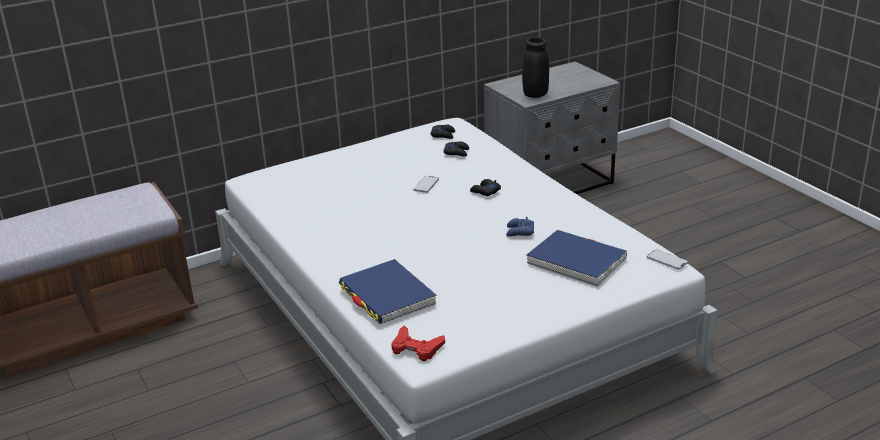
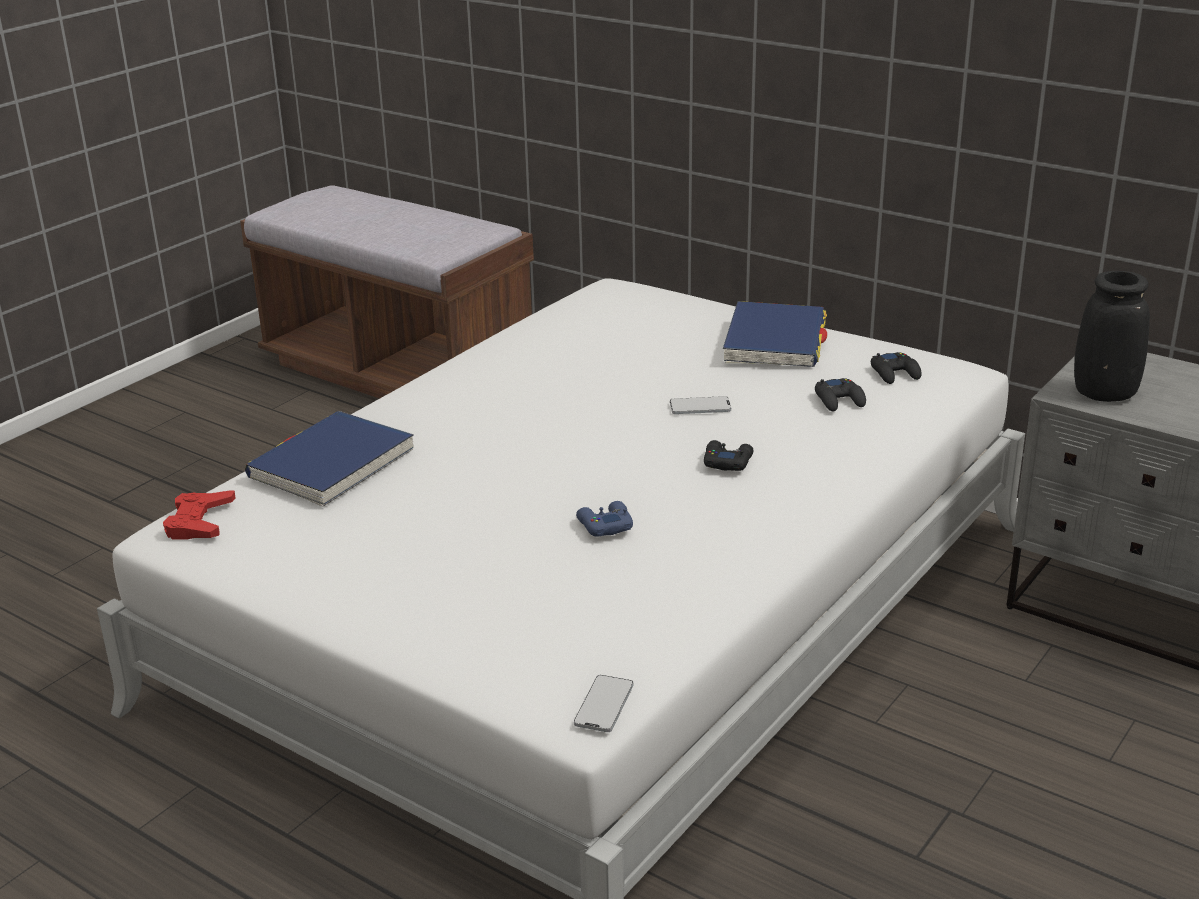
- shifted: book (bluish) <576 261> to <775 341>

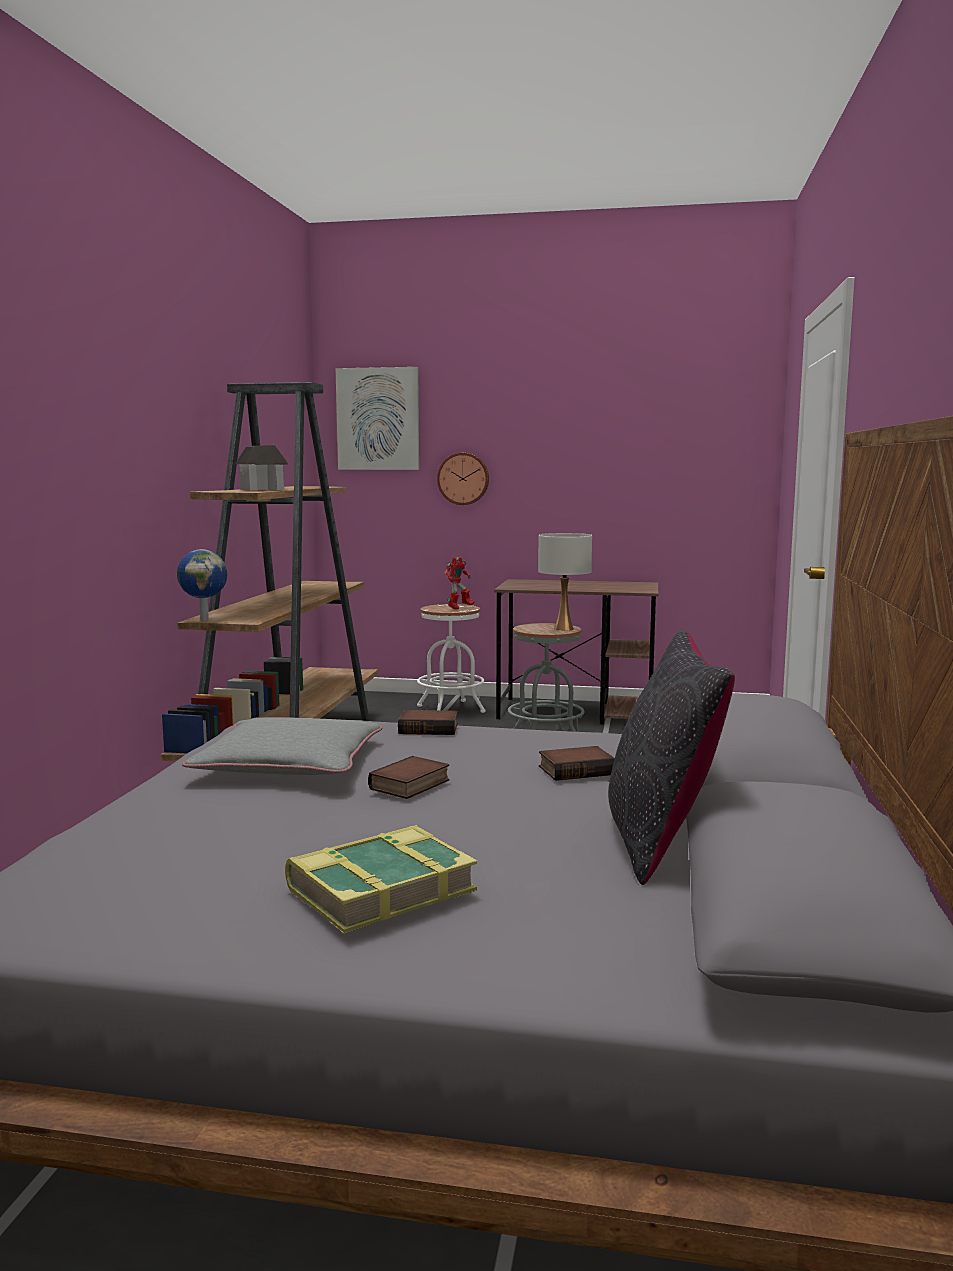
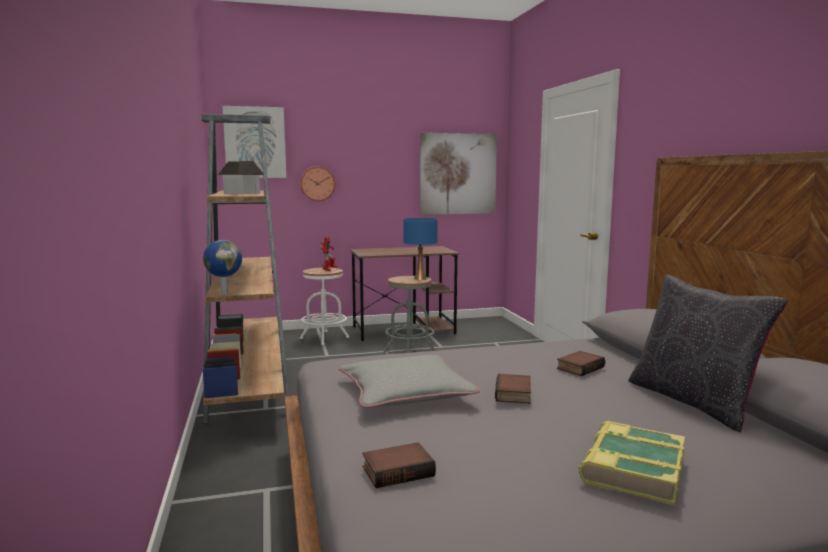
- shifted: book <429 728> to <398 470>
- repainted: tabletop lamp (whitish) <564 629> to tabletop lamp (bluish) <420 278>
- new: wall art <458 174>

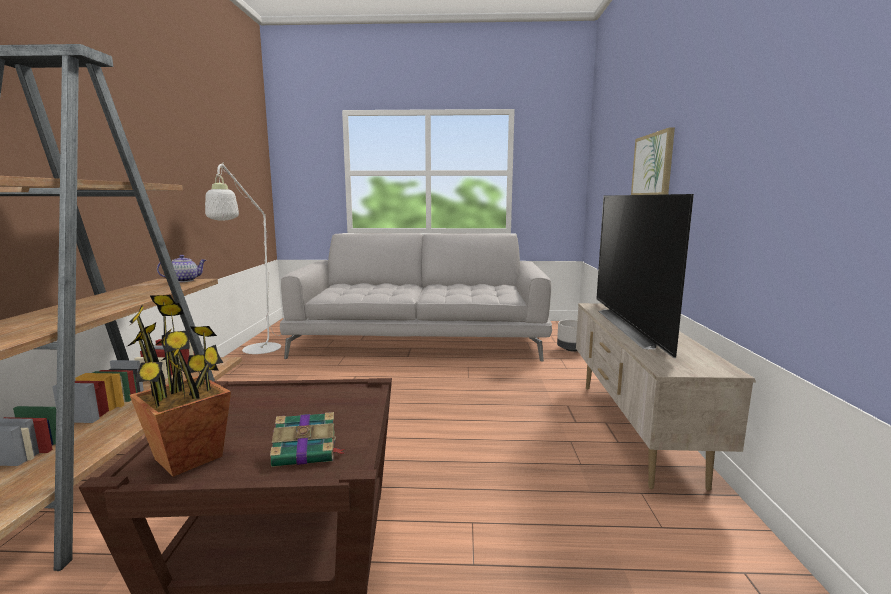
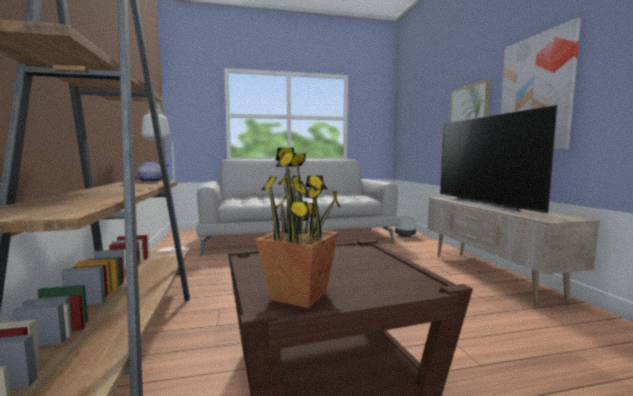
- new: wall art <536 93>
- gone: book <307 452>

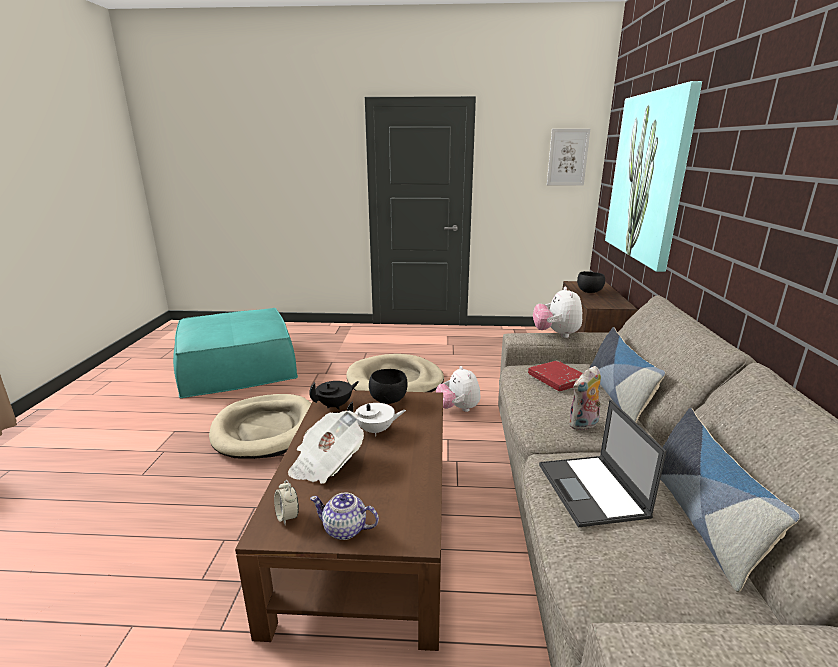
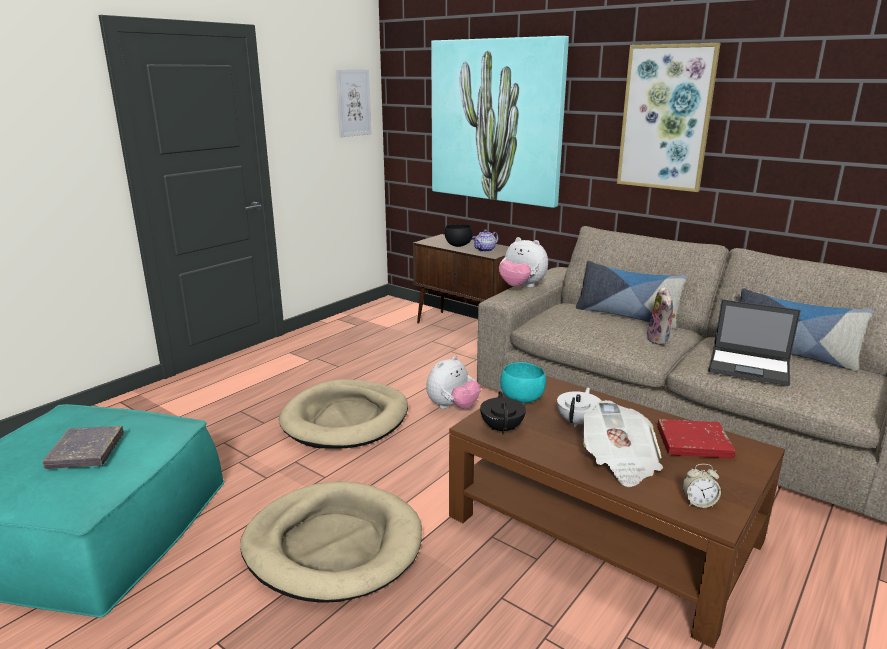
- new: book (gray) <86 451>
- rotated: soft toy <458 409> = <452 407> 60 degrees counterclockwise
- shifted: tea pot <345 529> to <485 250>
- repainted: bowl (blackish) <388 400> to bowl (turquoise) <521 399>
- new: wall art <666 118>
- shifted: book (red-coloured) <557 379> to <693 443>

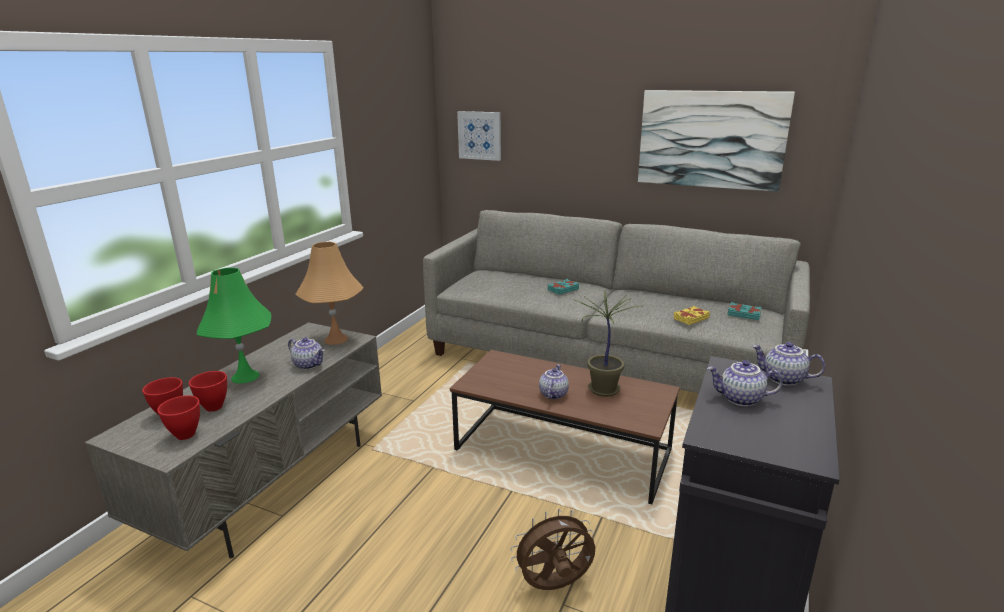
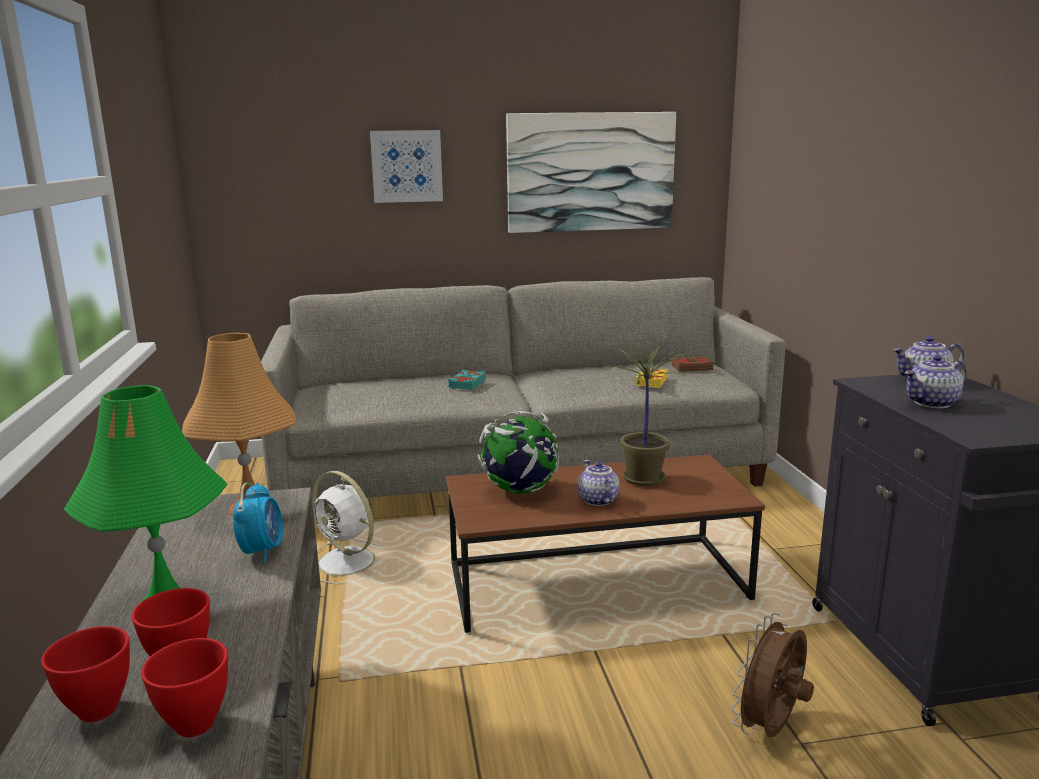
- swapped: tea pot <309 364> to table clock <262 551>
- new: cooling fan (whitish) <348 562>
- shifted: wall art <480 135> to <406 166>
- new: globe <519 490>
- repainted: book (turquoise) <744 314> to book (brown) <691 367>

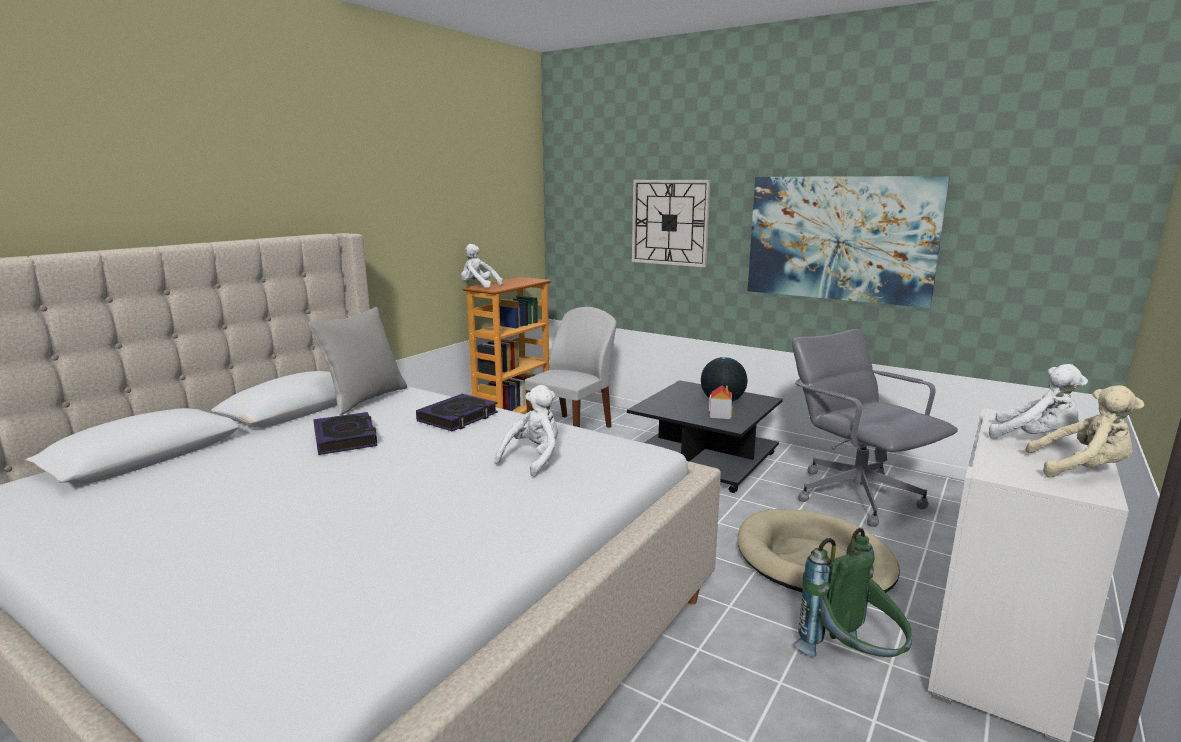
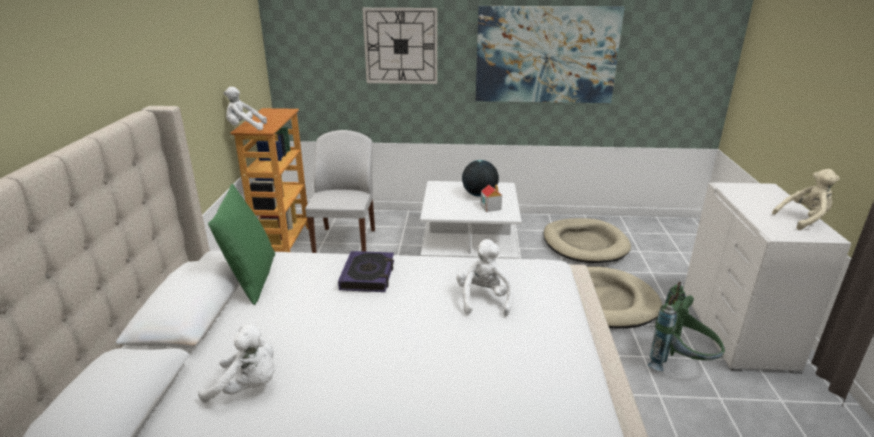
- shifted: soft toy (whitish) <1035 439> to <247 387>
- repainted: pillow (gray) <365 399> to pillow (green) <251 279>
- repainted: coffee table (blackish) <703 459> to coffee table (whitish) <468 241>
- swapped: office chair (gray) <856 495> to dog bed (beige-coloured) <585 244>
- gone: book <345 438>

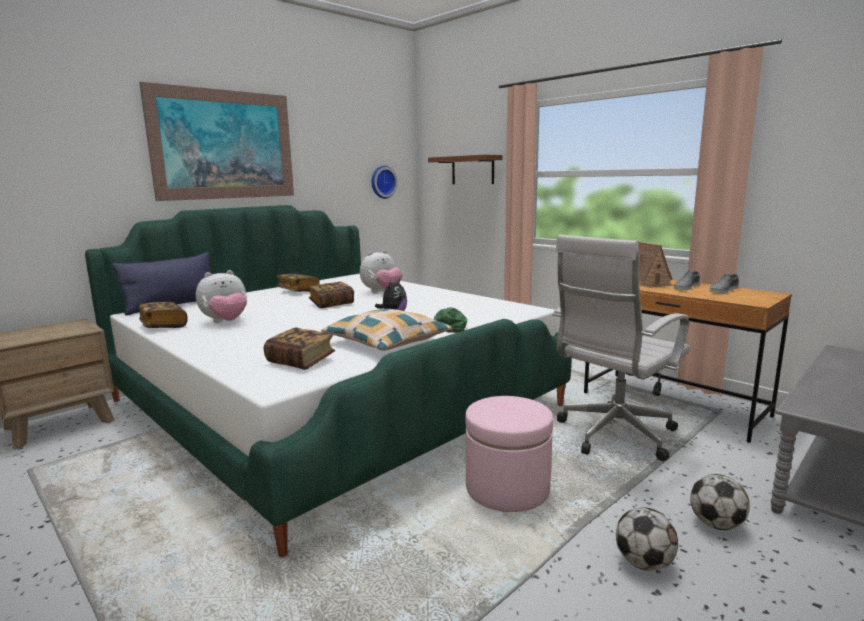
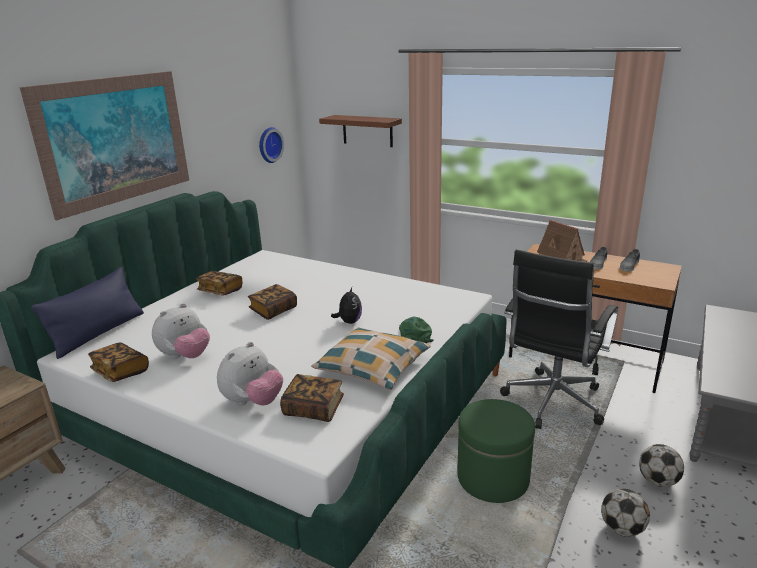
- shifted: soft toy <382 292> to <253 402>
- repainted: pouffe (pinkish) <507 488> to pouffe (green) <493 477>
- repainted: office chair (whitish) <613 436> to office chair (blackish) <552 404>

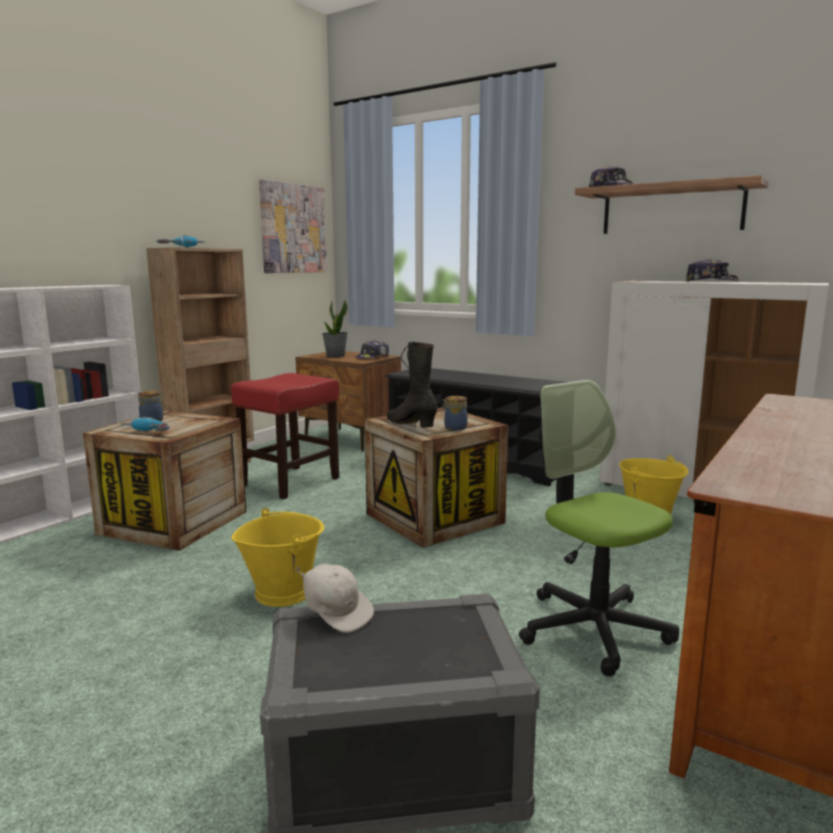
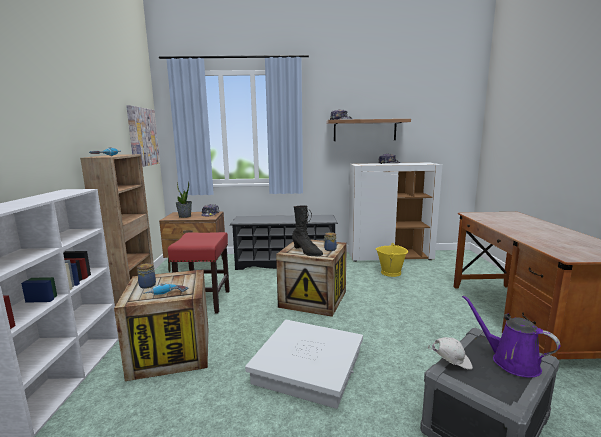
- swapped: pail (yellow-coloured) <283 592> to storage box (whitish) <308 366>
- rotated: boot (blackish) <411 425> = <307 252> 150 degrees counterclockwise
- new: watering can (purple) <510 361>
- gone: office chair <593 628>

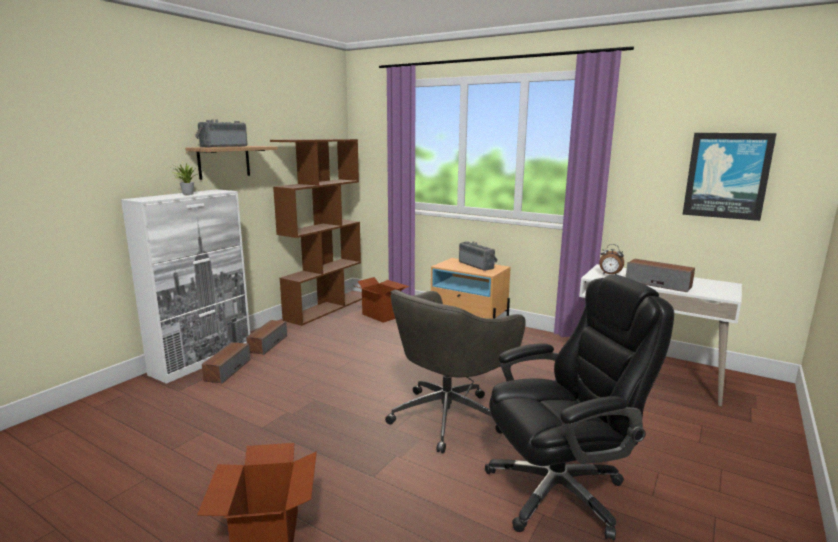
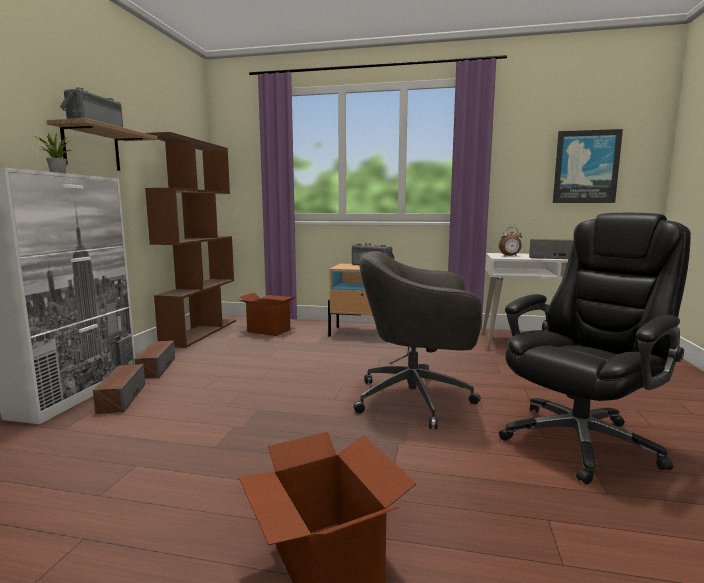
- rotated: office chair (gray) <449 416> = <417 400> 75 degrees clockwise

